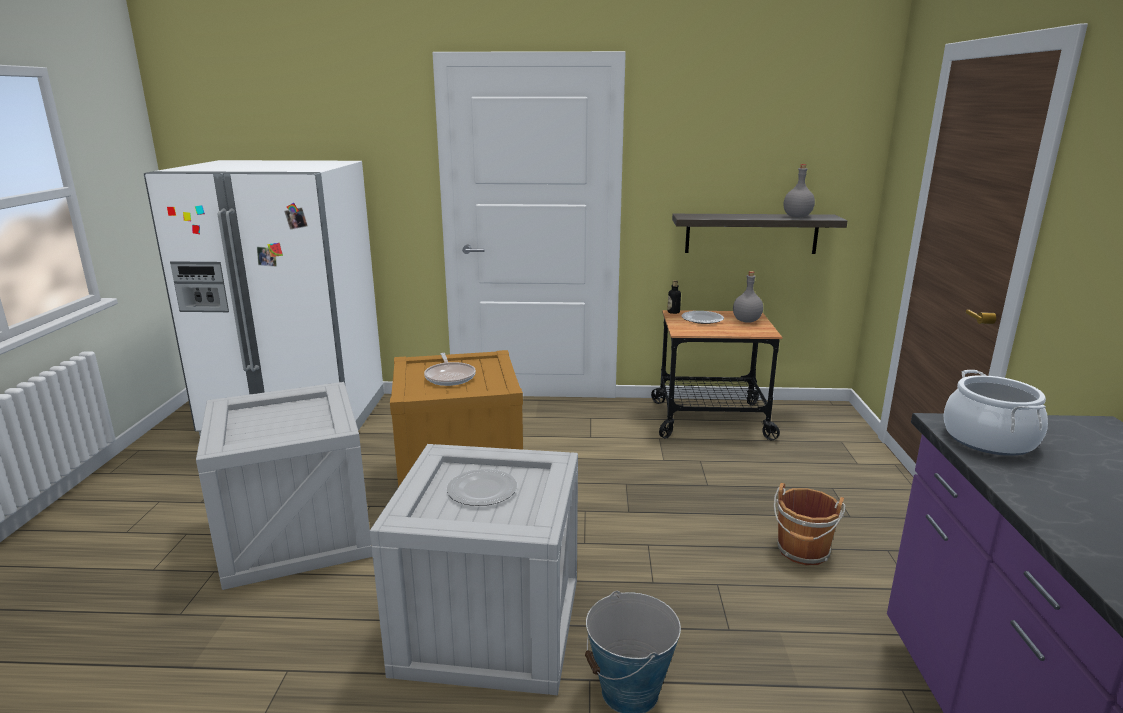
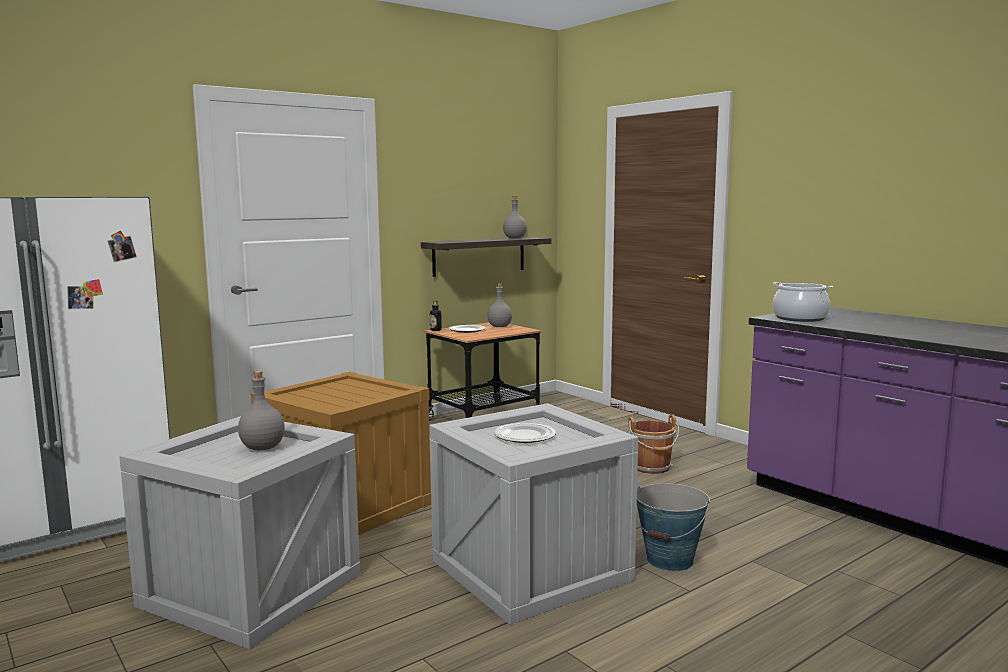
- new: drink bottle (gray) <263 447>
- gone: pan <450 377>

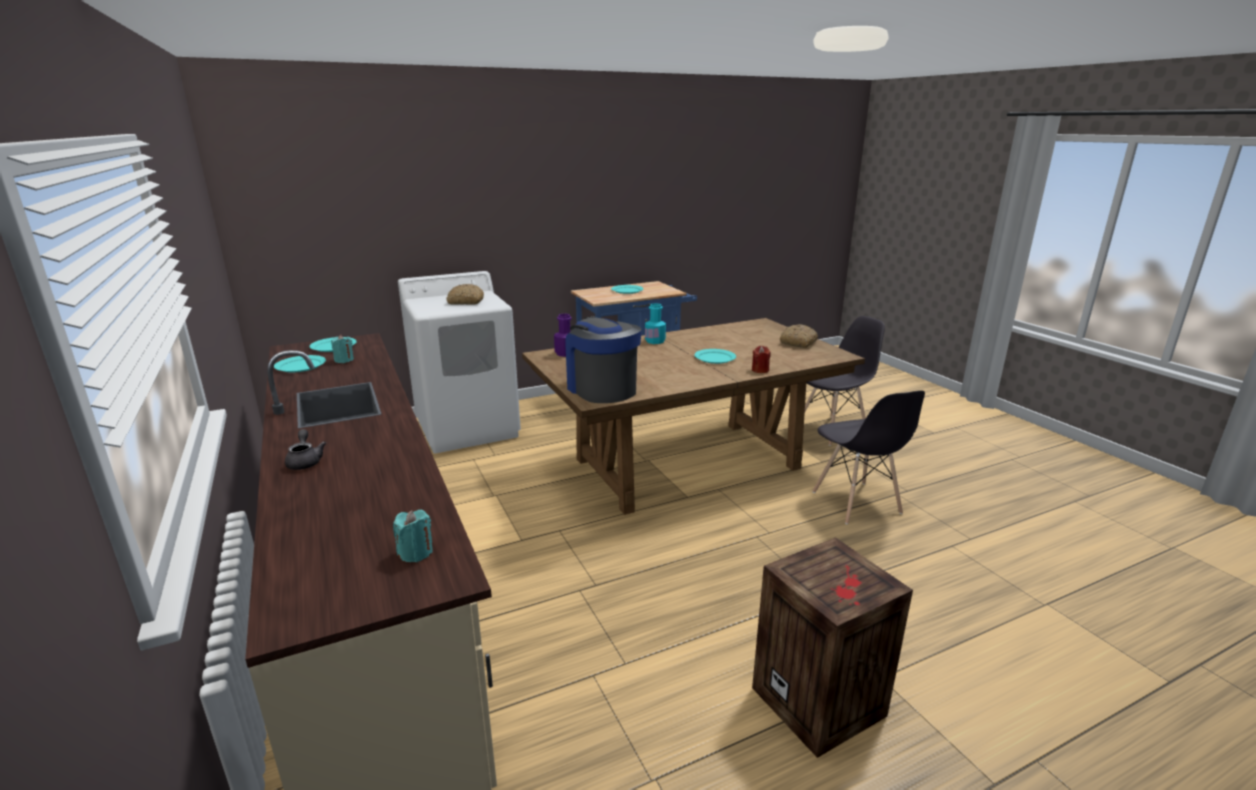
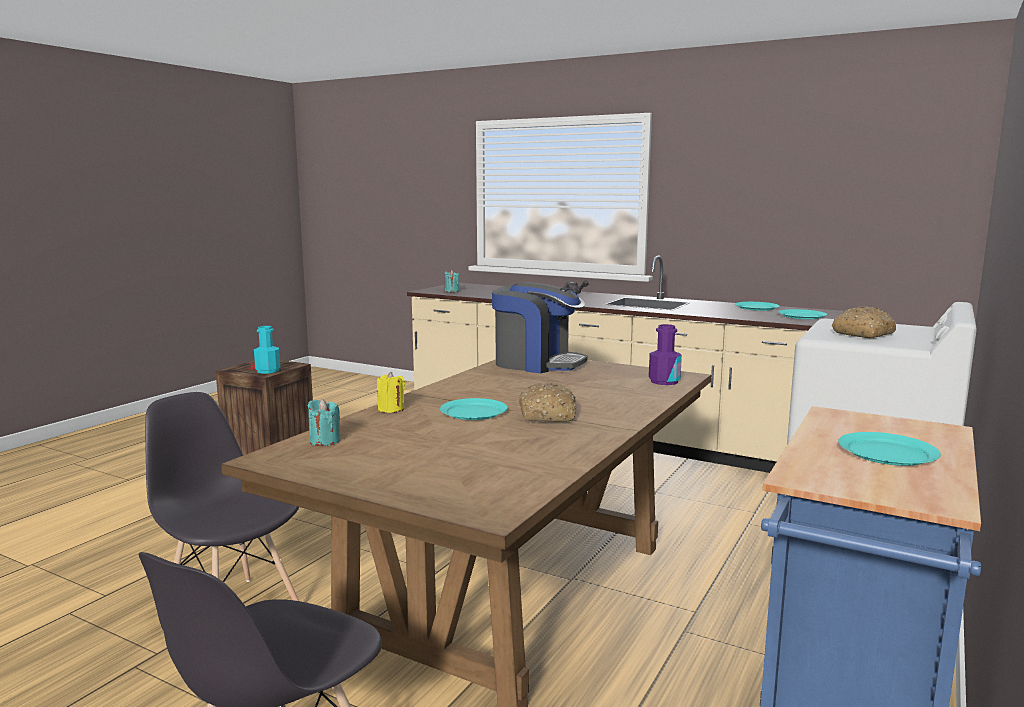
- shifted: drink bottle (turquoise) <655 341> to <268 371>
- shifted: wax light (turquoise) <344 360> to <325 441>
- repainted: wax light (red-coloured) <760 370> to wax light (yellow-coloured) <391 409>
- shifted: baked bread <798 342> to <548 415>

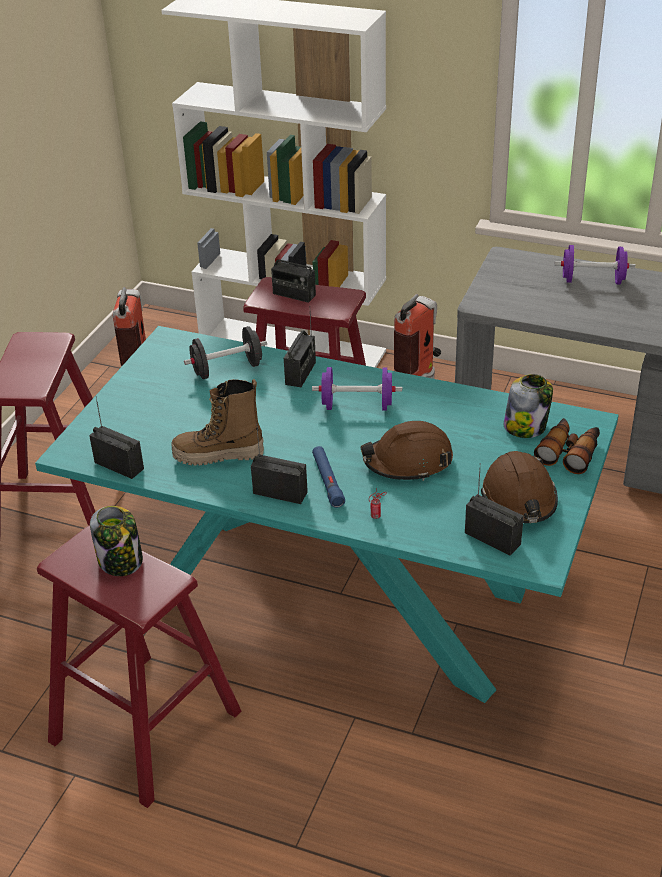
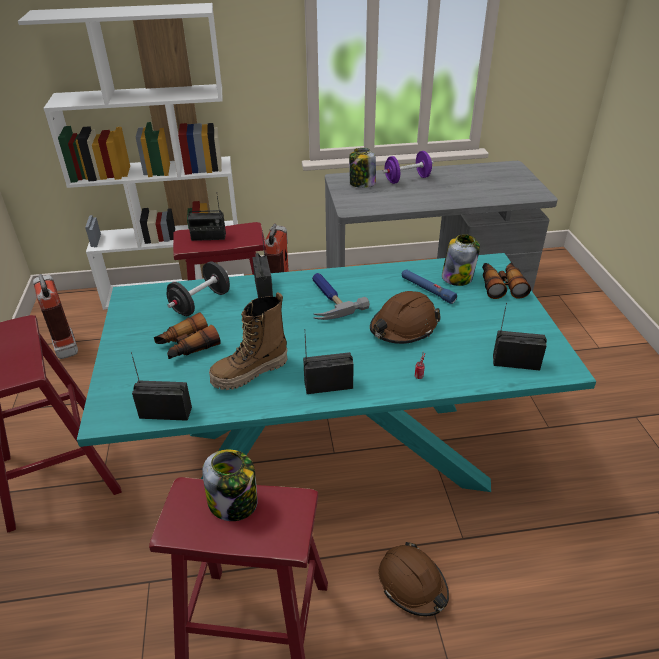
- new: pair of binoculars <187 346>
- swapped: hand weight (purple) <357 406> to tool hammer <328 299>
- new: preserve jar <362 184>
- shifted: hard hat (brown) <519 499> to <412 584>
- shifted: flashlight (bluish) <327 480> to <427 290>

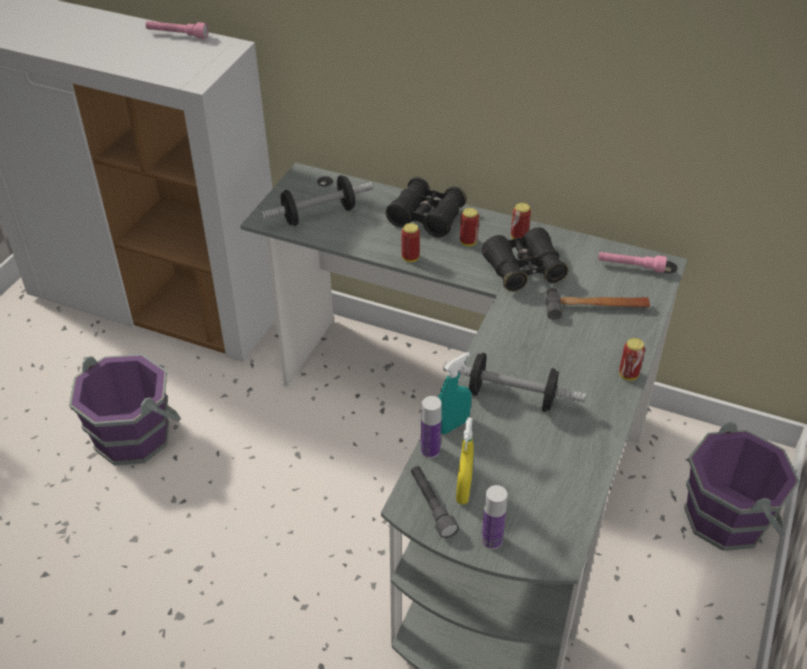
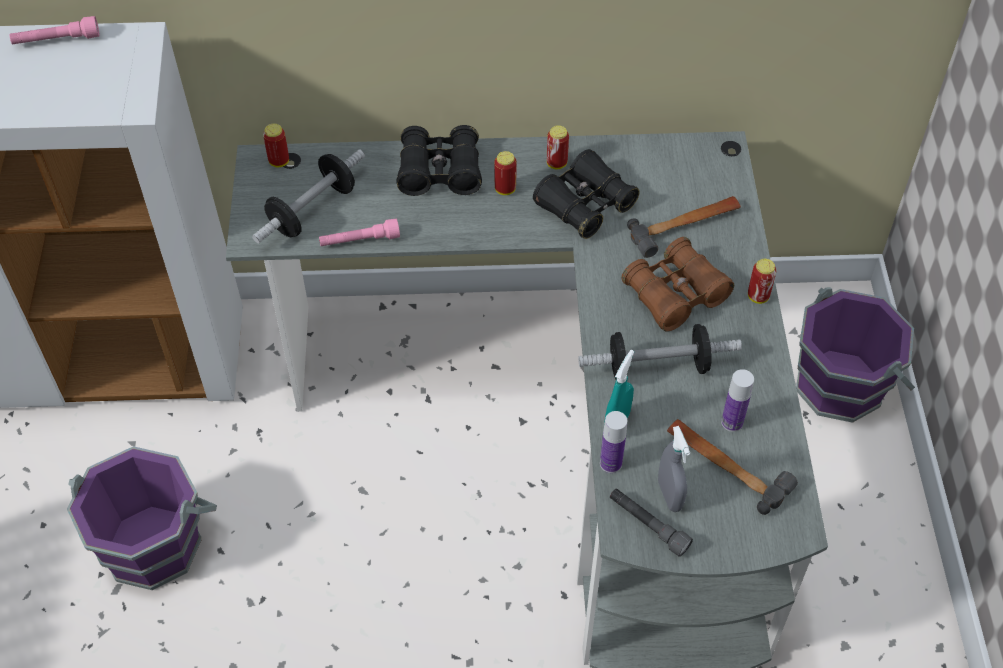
- shifted: sealed can <410 258> to <279 161>
- shifted: flashlight (pinkish) <630 266> to <359 241>
- new: pair of binoculars (brown) <675 294>
- repainted: hand sprayer (yellow-coloured) <463 491> to hand sprayer (gray) <669 495>
- new: tool hammer <726 465>
- shifted: drink bottle <491 540> to <732 422>

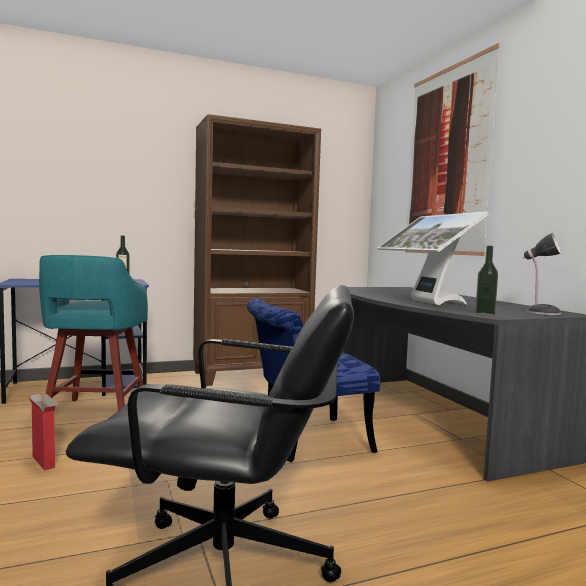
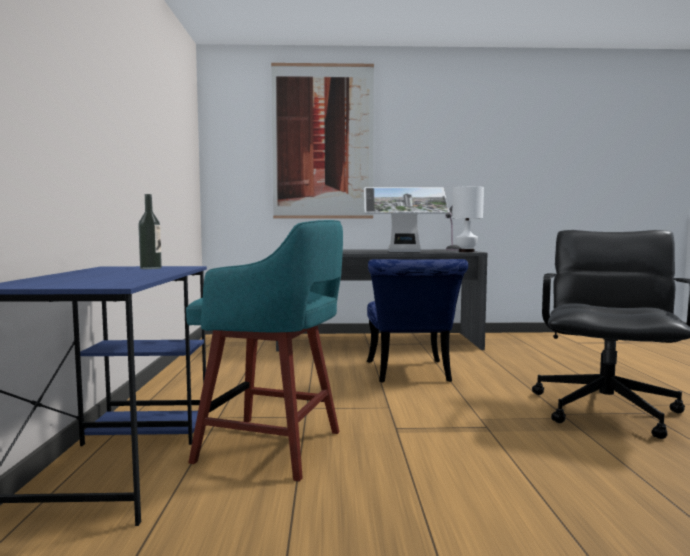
- swapped: drink bottle <485 314> to tabletop lamp (whitish) <466 252>
- gone: cardboard box <44 462>
- gone: bookcase (brown) <252 375>

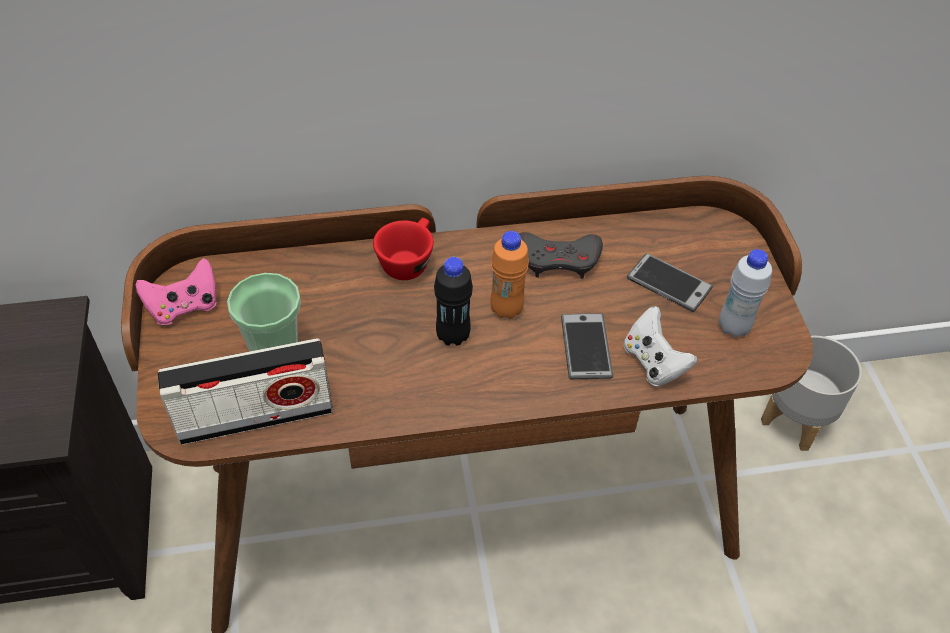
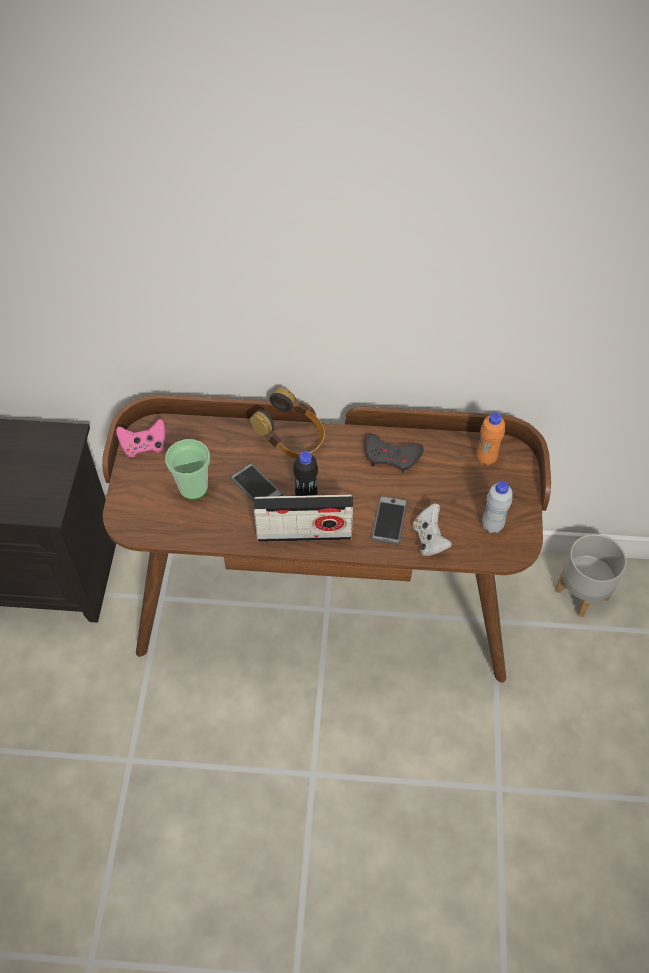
- shifted: phone <669 283> to <256 487>
- swapped: cup (red-coloured) <408 261> to headset <292 440>
- shifted: radio <256 417> to <304 533>
- shifted: drink bottle (orange-coloured) <506 309> to <486 458>

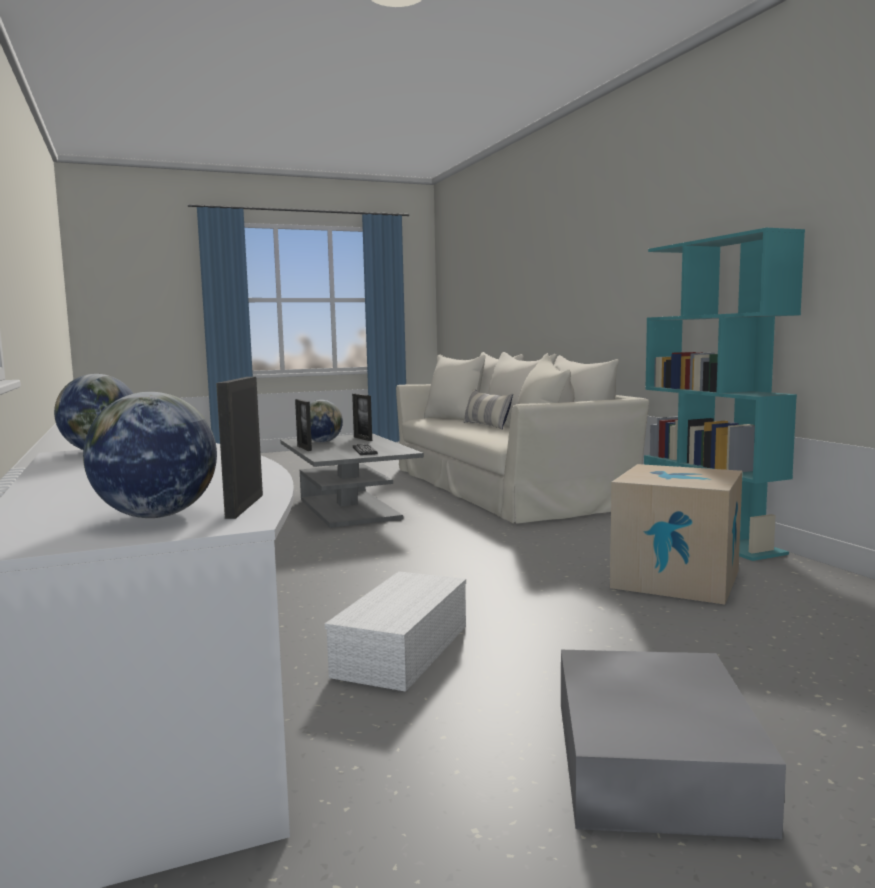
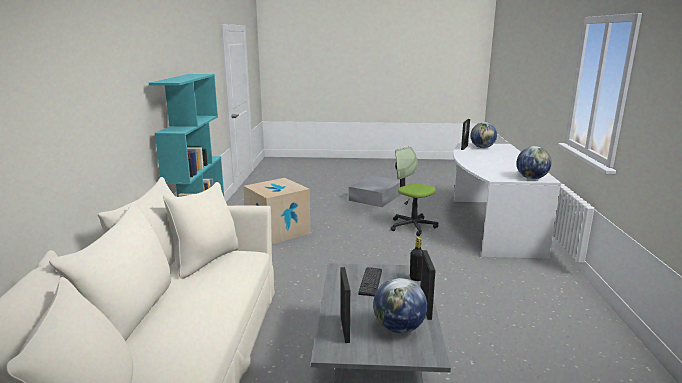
- swapped: storage box (whitish) <403 651> to office chair <412 226>
- new: drink bottle (blackish) <416 278>
- gone: pillow <486 425>

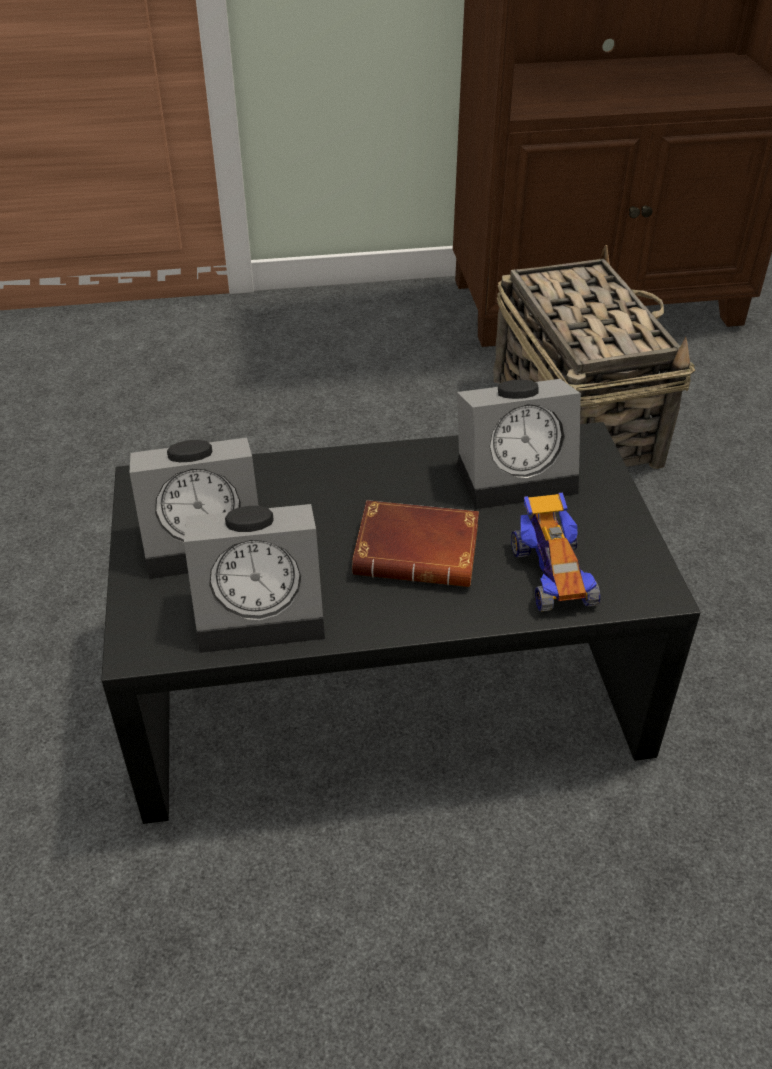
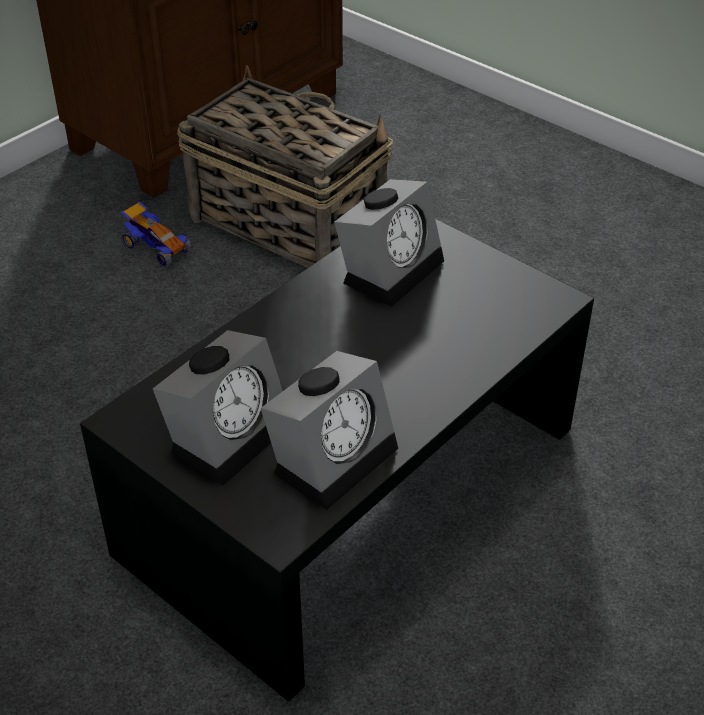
- shifted: toy car <551 573> to <156 247>
- gone: book (brown) <420 551>

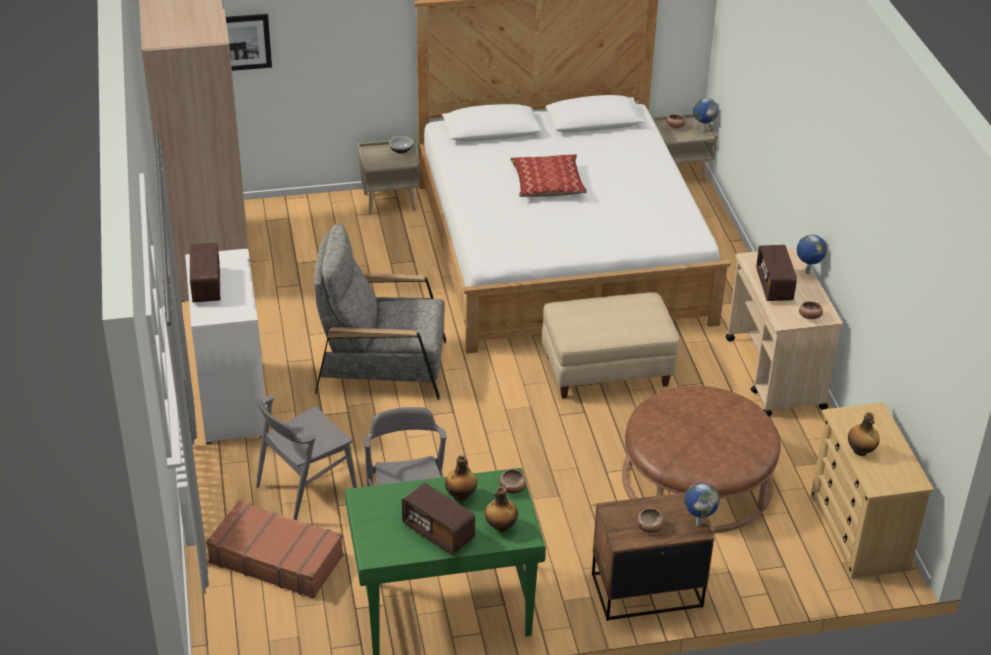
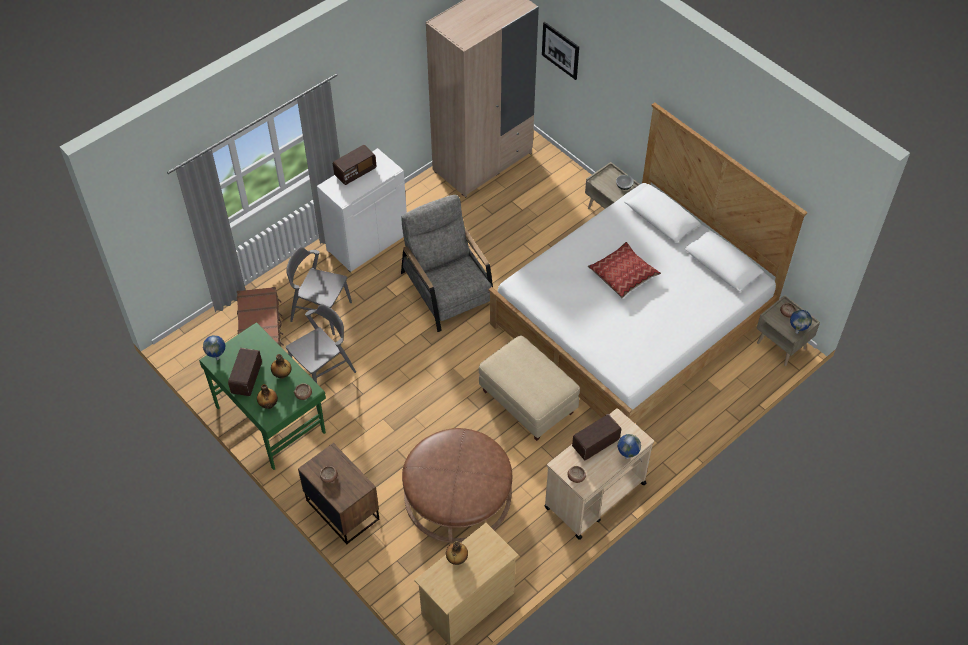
- shifted: globe <698 523> to <218 358>

